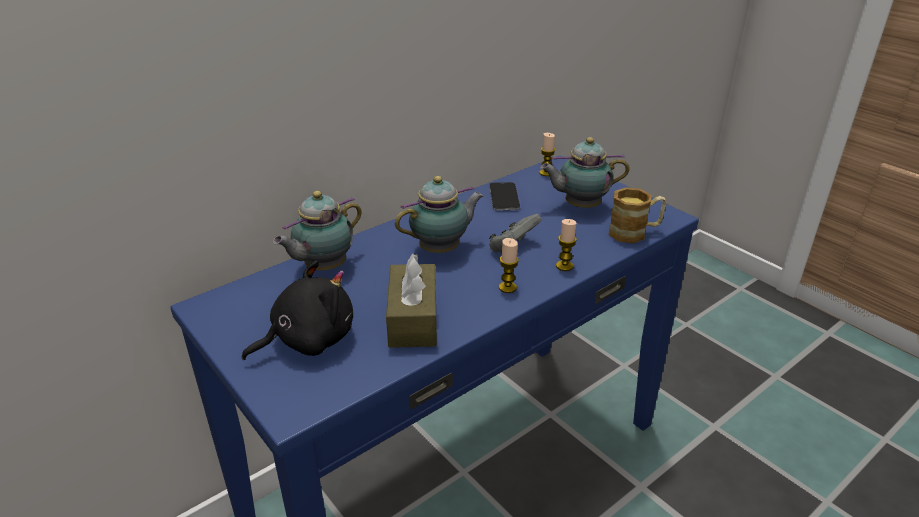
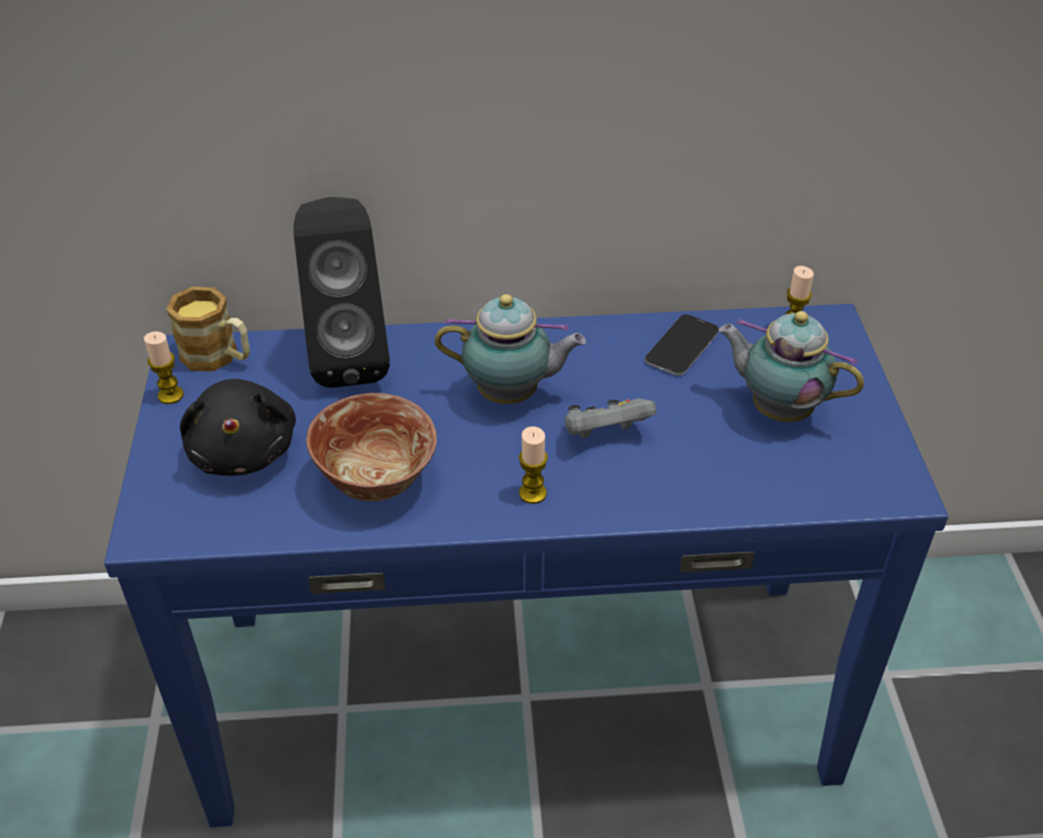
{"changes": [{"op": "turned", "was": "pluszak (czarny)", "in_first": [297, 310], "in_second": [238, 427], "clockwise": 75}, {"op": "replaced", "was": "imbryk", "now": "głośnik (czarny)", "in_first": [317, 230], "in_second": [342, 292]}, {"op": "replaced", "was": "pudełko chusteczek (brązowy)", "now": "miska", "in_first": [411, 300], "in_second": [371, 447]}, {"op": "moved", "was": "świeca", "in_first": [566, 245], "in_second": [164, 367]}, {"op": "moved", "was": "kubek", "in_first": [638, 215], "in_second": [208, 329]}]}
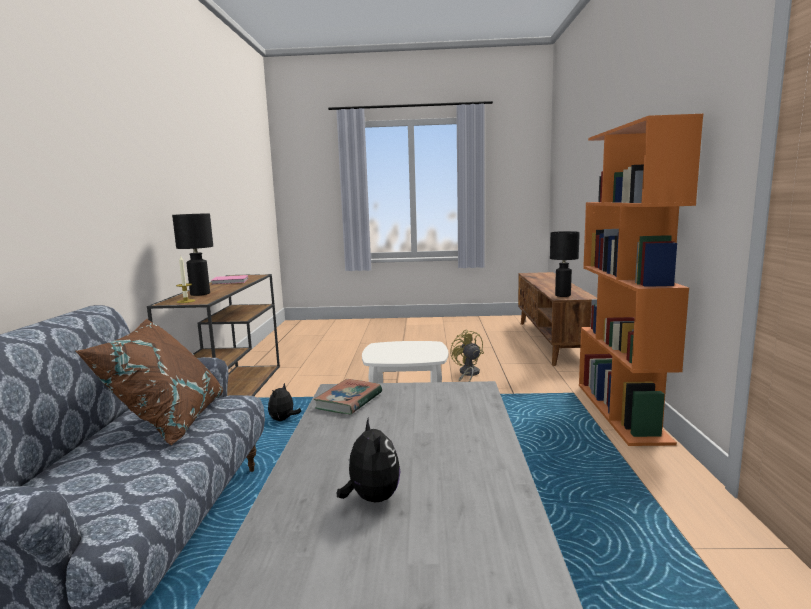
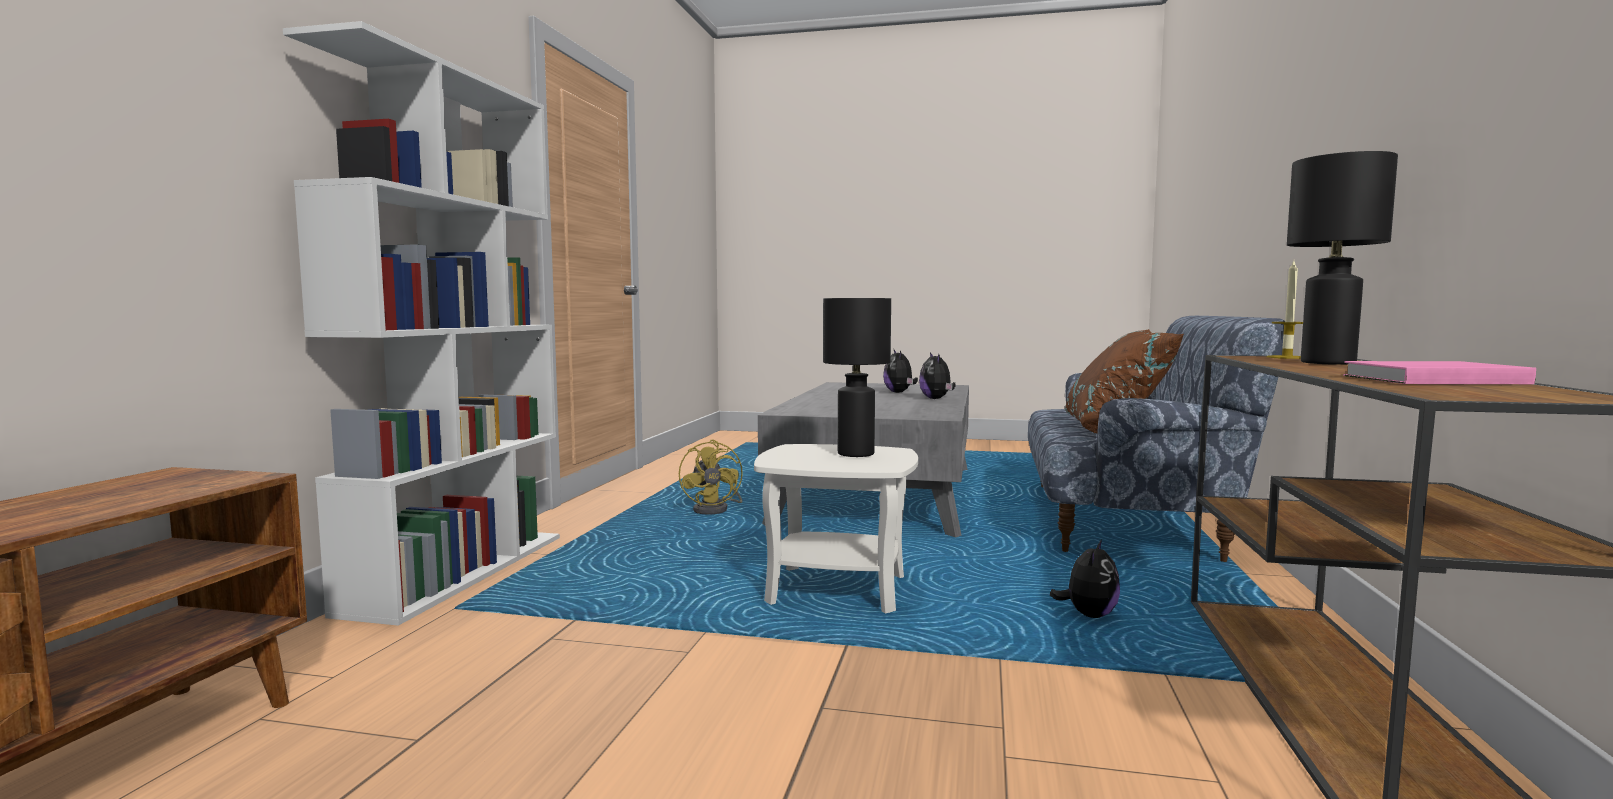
{"changes": [{"op": "removed", "was": "książka", "in_first": [348, 396]}, {"op": "moved", "was": "wentylator (żółty)", "in_first": [467, 355], "in_second": [711, 477]}, {"op": "moved", "was": "lampa stołowa (czarny)", "in_first": [565, 264], "in_second": [857, 377]}, {"op": "recoloured", "was": "regał (pomarańczowy)", "now": "regał (biały)", "in_first": [641, 280], "in_second": [421, 323]}, {"op": "added", "now": "pluszak", "in_second": [937, 376]}]}
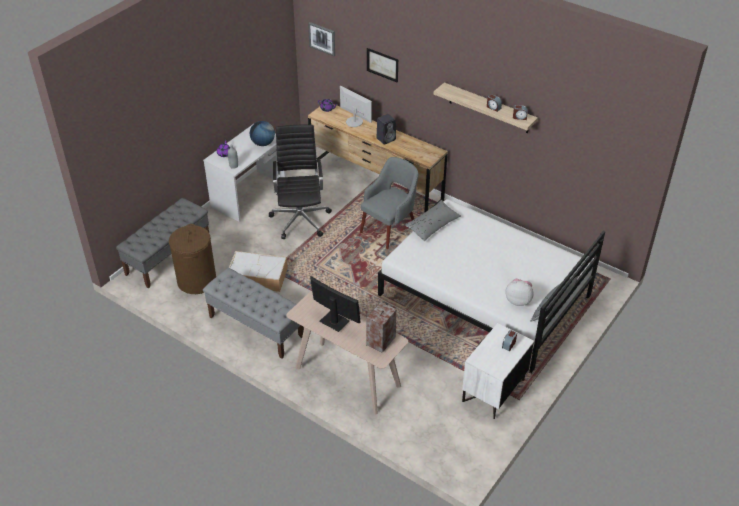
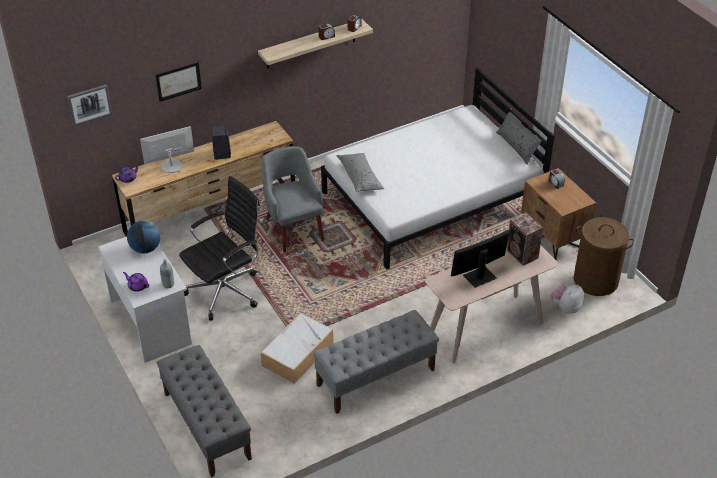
{"changes": [{"op": "moved", "was": "kosz na pranie (brązowy)", "in_first": [192, 259], "in_second": [604, 256]}, {"op": "turned", "was": "krzesło biurowe (czarny)", "in_first": [300, 181], "in_second": [219, 248], "clockwise": 120}, {"op": "recoloured", "was": "szafka nocna (biały)", "now": "szafka nocna (brązowy)", "in_first": [498, 371], "in_second": [558, 214]}, {"op": "moved", "was": "pluszak", "in_first": [520, 292], "in_second": [567, 299]}]}
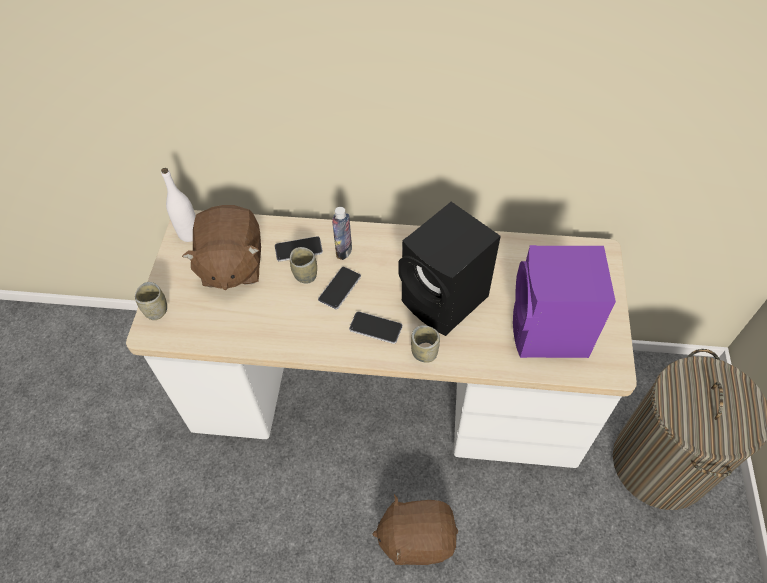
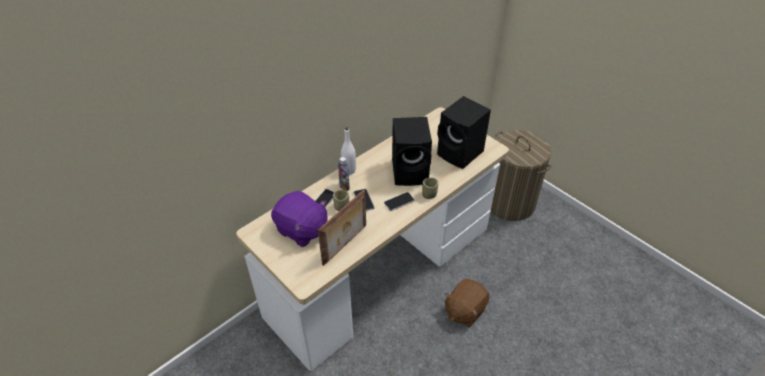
{"changes": [{"op": "removed", "was": "filiżanka", "in_first": [151, 301]}, {"op": "moved", "was": "butelka (biały)", "in_first": [178, 205], "in_second": [348, 151]}, {"op": "recoloured", "was": "pluszak (brązowy)", "now": "pluszak (fioletowy)", "in_first": [221, 247], "in_second": [299, 219]}, {"op": "recoloured", "was": "głośnik (fioletowy)", "now": "głośnik (czarny)", "in_first": [564, 301], "in_second": [464, 132]}, {"op": "added", "now": "ramka na zdjęcie", "in_second": [342, 227]}]}
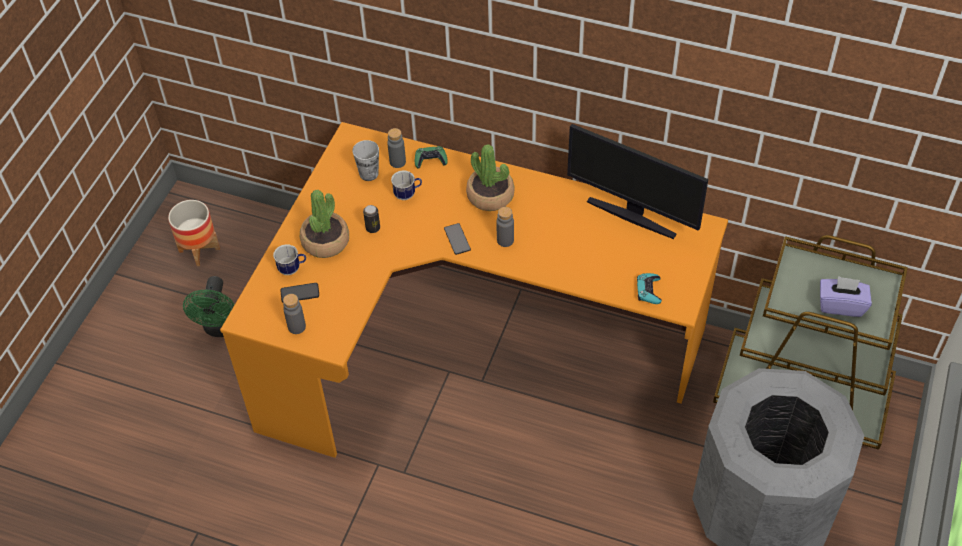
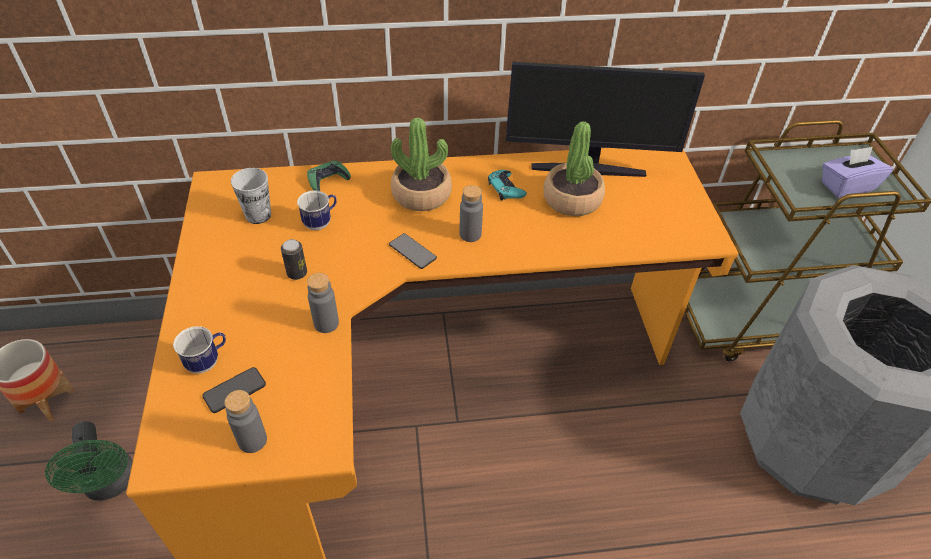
{"changes": [{"op": "moved", "was": "roślina doniczkowa", "in_first": [324, 224], "in_second": [574, 168]}, {"op": "moved", "was": "butelka (szary)", "in_first": [396, 148], "in_second": [323, 303]}, {"op": "moved", "was": "pad do gier (turkusowy)", "in_first": [649, 288], "in_second": [507, 185]}]}
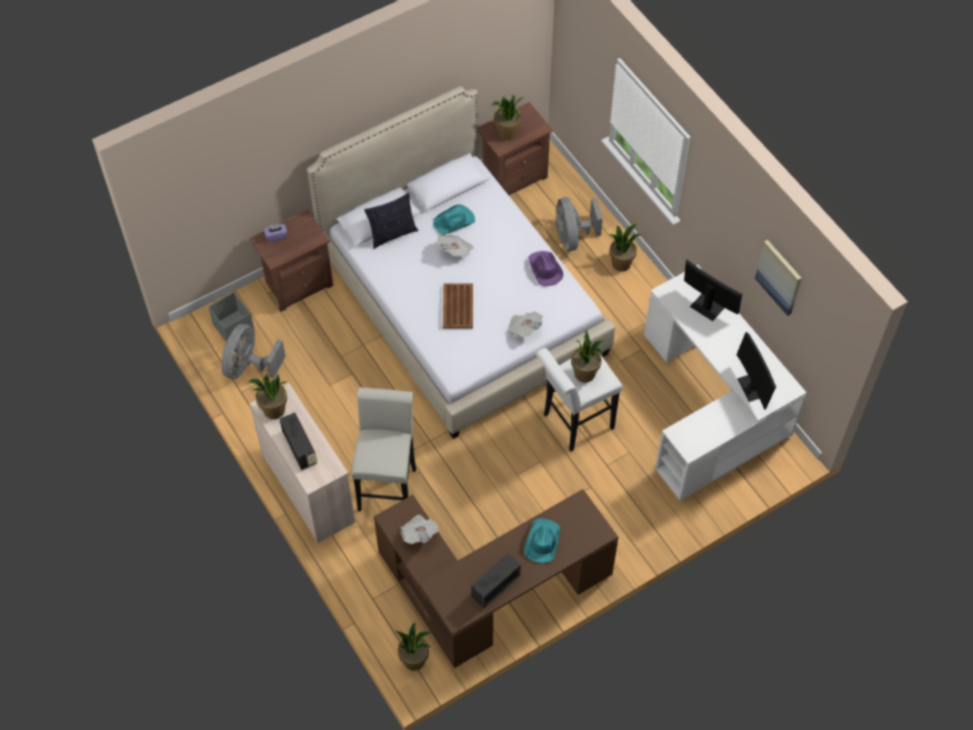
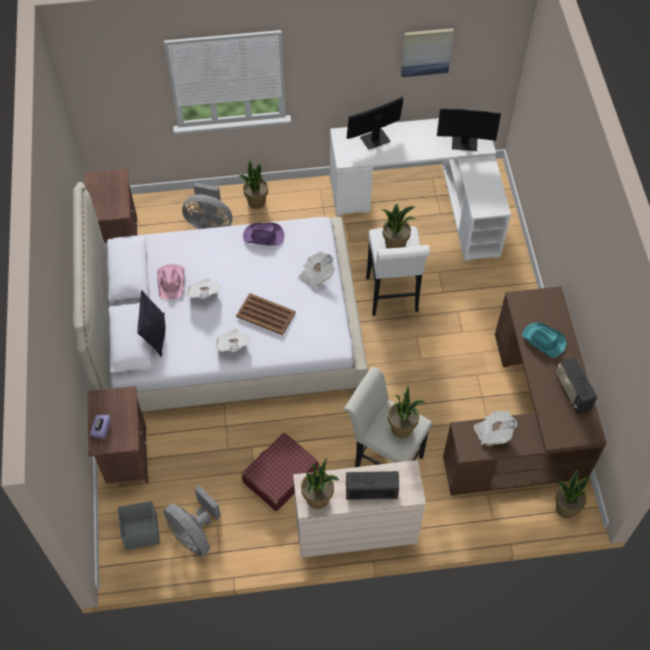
{"changes": [{"op": "recoloured", "was": "kapelusz (turkusowy)", "now": "kapelusz (różowy)", "in_first": [454, 219], "in_second": [171, 282]}, {"op": "moved", "was": "roślina doniczkowa", "in_first": [507, 118], "in_second": [406, 411]}, {"op": "added", "now": "gazeta", "in_second": [233, 340]}, {"op": "added", "now": "walizka (czerwony)", "in_second": [280, 472]}]}
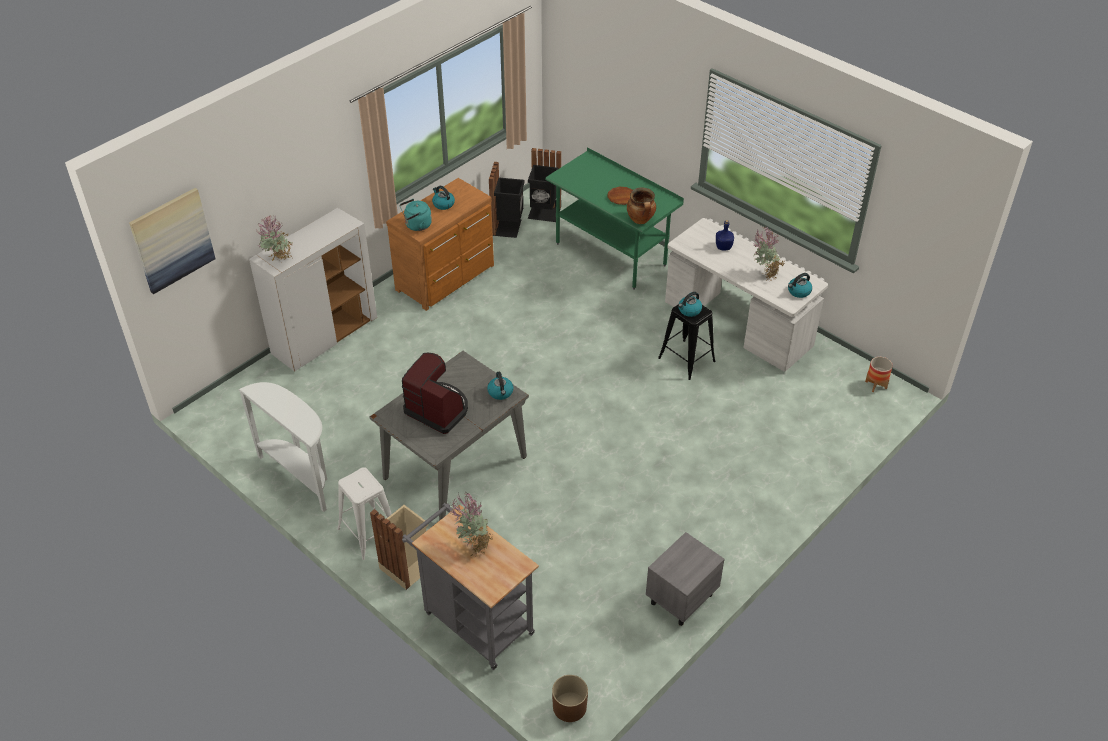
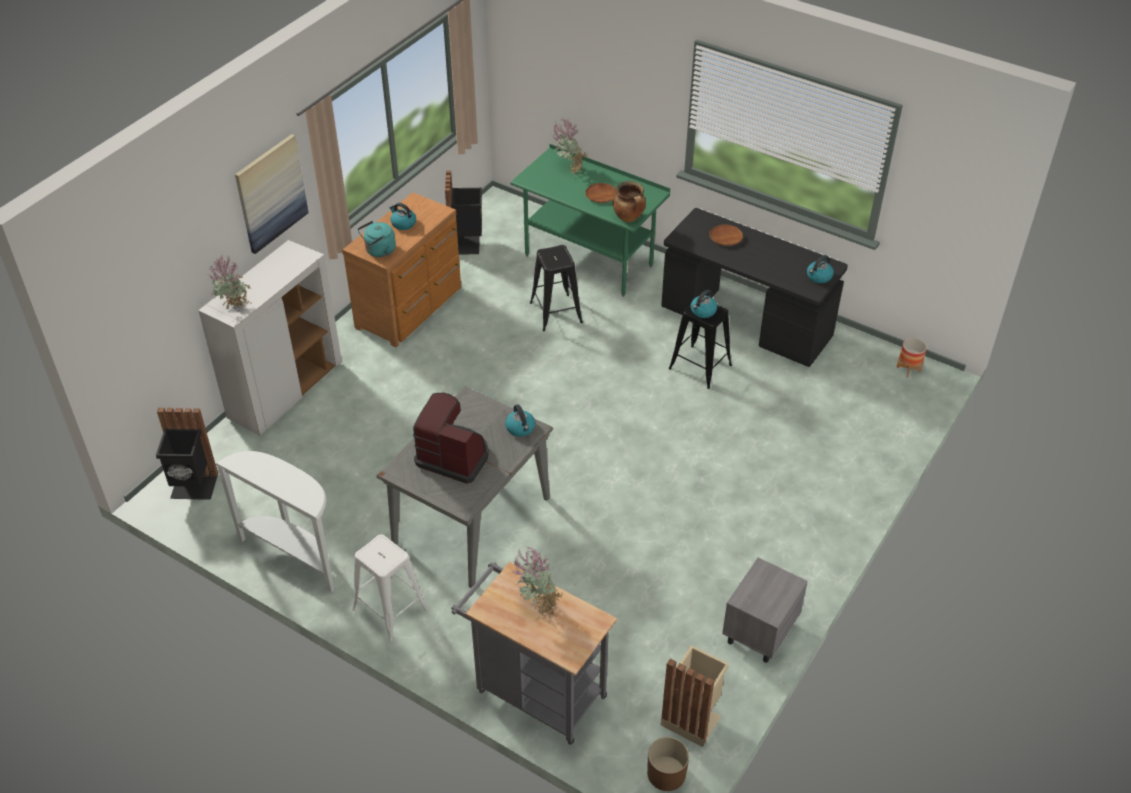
{"changes": [{"op": "moved", "was": "obraz", "in_first": [172, 241], "in_second": [272, 194]}, {"op": "moved", "was": "kosz na śmieci (beżowy)", "in_first": [399, 547], "in_second": [695, 696]}, {"op": "moved", "was": "kosz na śmieci (czarny)", "in_first": [544, 185], "in_second": [187, 454]}, {"op": "recoloured", "was": "biurko (biały)", "now": "biurko (czarny)", "in_first": [746, 295], "in_second": [754, 287]}, {"op": "replaced", "was": "butelka (niebieski)", "now": "talerz (brązowy)", "in_first": [725, 235], "in_second": [726, 235]}, {"op": "moved", "was": "roślina doniczkowa", "in_first": [769, 254], "in_second": [569, 146]}, {"op": "added", "now": "stołek (czarny)", "in_second": [556, 288]}]}
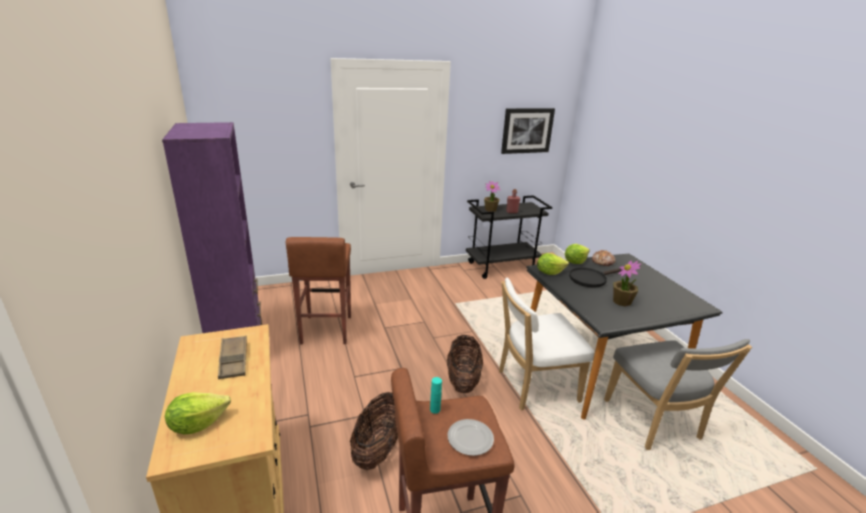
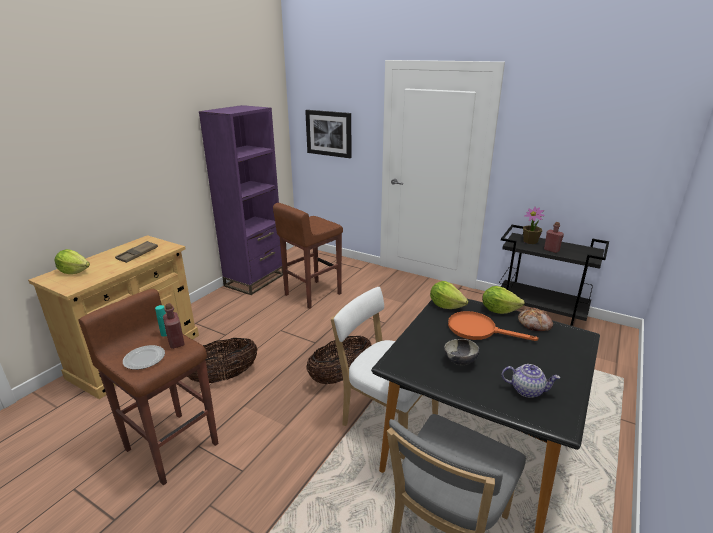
{"changes": [{"op": "moved", "was": "obraz", "in_first": [528, 131], "in_second": [328, 134]}, {"op": "recoloured", "was": "patelnia (czarny)", "now": "patelnia (pomarańczowy)", "in_first": [595, 277], "in_second": [493, 326]}, {"op": "replaced", "was": "roślina doniczkowa", "now": "miska", "in_first": [627, 284], "in_second": [461, 352]}, {"op": "added", "now": "butelka (czerwony)", "in_second": [173, 326]}, {"op": "added", "now": "imbryk", "in_second": [531, 381]}]}
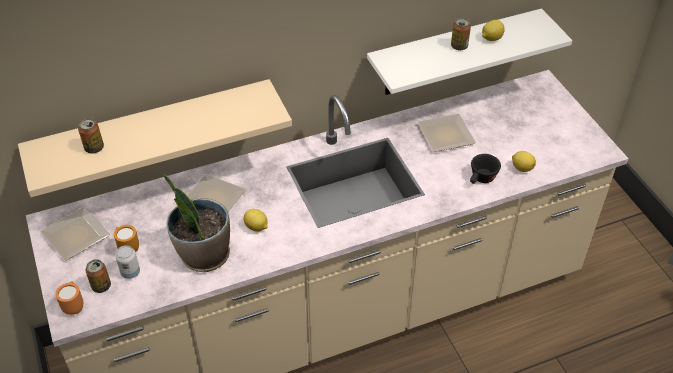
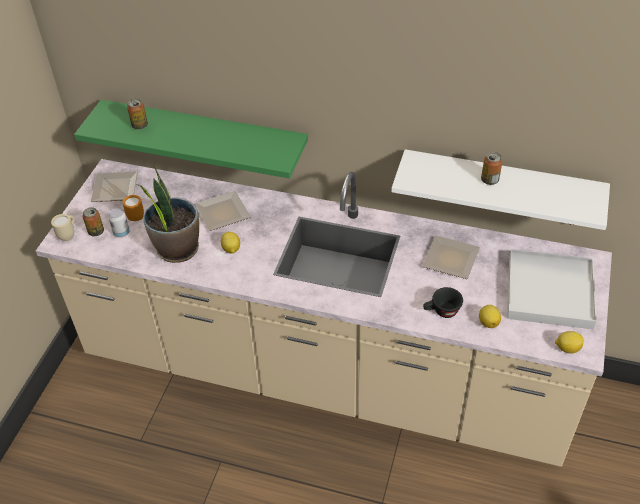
{"changes": [{"op": "recoloured", "was": "półka (beżowy)", "now": "półka (zielony)", "in_first": [155, 138], "in_second": [191, 139]}, {"op": "recoloured", "was": "kubek (pomarańczowy)", "now": "kubek (beżowy)", "in_first": [69, 298], "in_second": [63, 227]}, {"op": "moved", "was": "cytryna", "in_first": [493, 30], "in_second": [569, 342]}, {"op": "added", "now": "taca (biały)", "in_second": [552, 289]}]}
